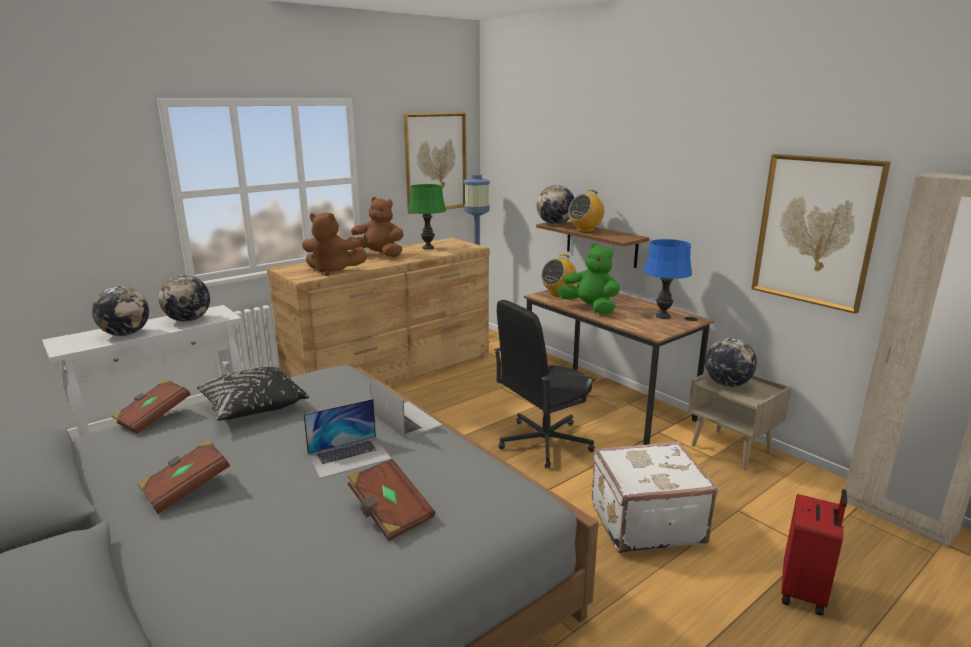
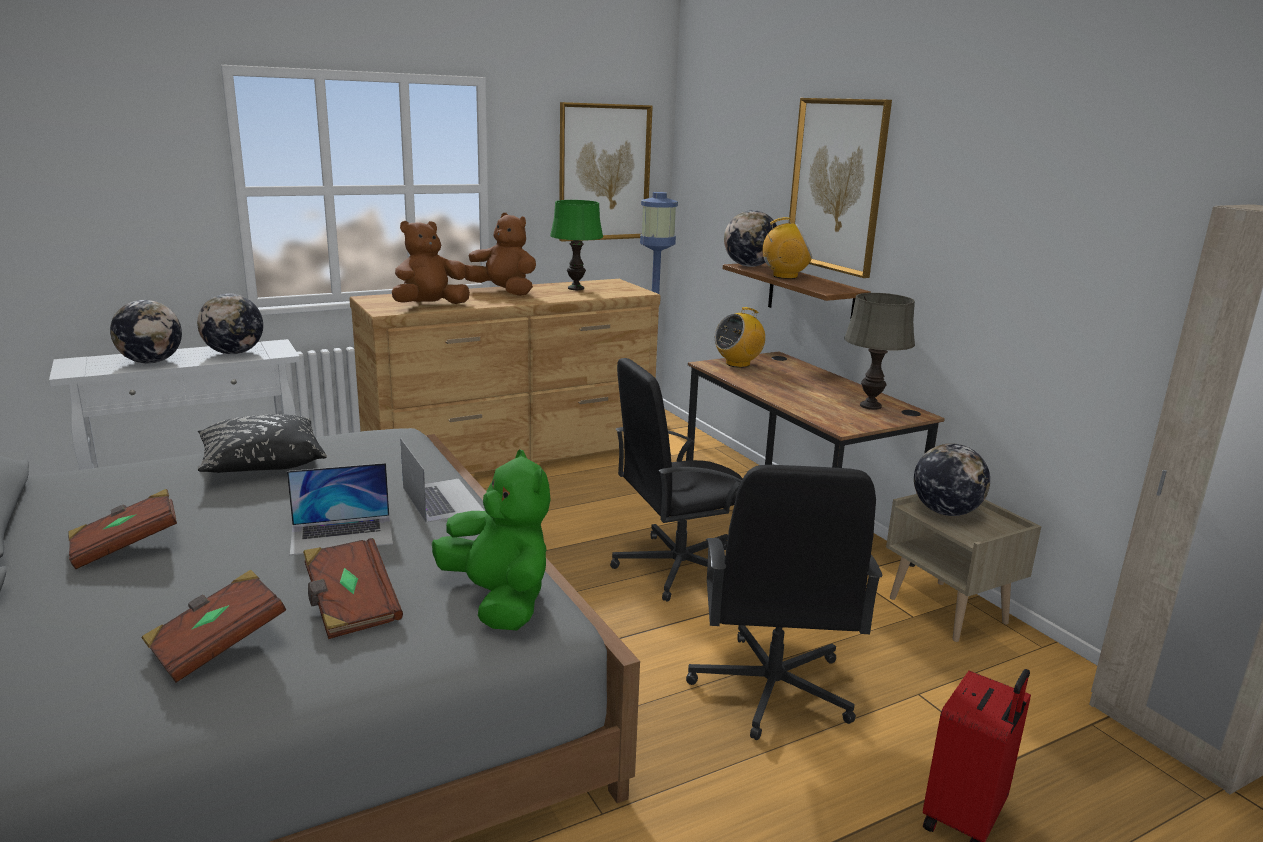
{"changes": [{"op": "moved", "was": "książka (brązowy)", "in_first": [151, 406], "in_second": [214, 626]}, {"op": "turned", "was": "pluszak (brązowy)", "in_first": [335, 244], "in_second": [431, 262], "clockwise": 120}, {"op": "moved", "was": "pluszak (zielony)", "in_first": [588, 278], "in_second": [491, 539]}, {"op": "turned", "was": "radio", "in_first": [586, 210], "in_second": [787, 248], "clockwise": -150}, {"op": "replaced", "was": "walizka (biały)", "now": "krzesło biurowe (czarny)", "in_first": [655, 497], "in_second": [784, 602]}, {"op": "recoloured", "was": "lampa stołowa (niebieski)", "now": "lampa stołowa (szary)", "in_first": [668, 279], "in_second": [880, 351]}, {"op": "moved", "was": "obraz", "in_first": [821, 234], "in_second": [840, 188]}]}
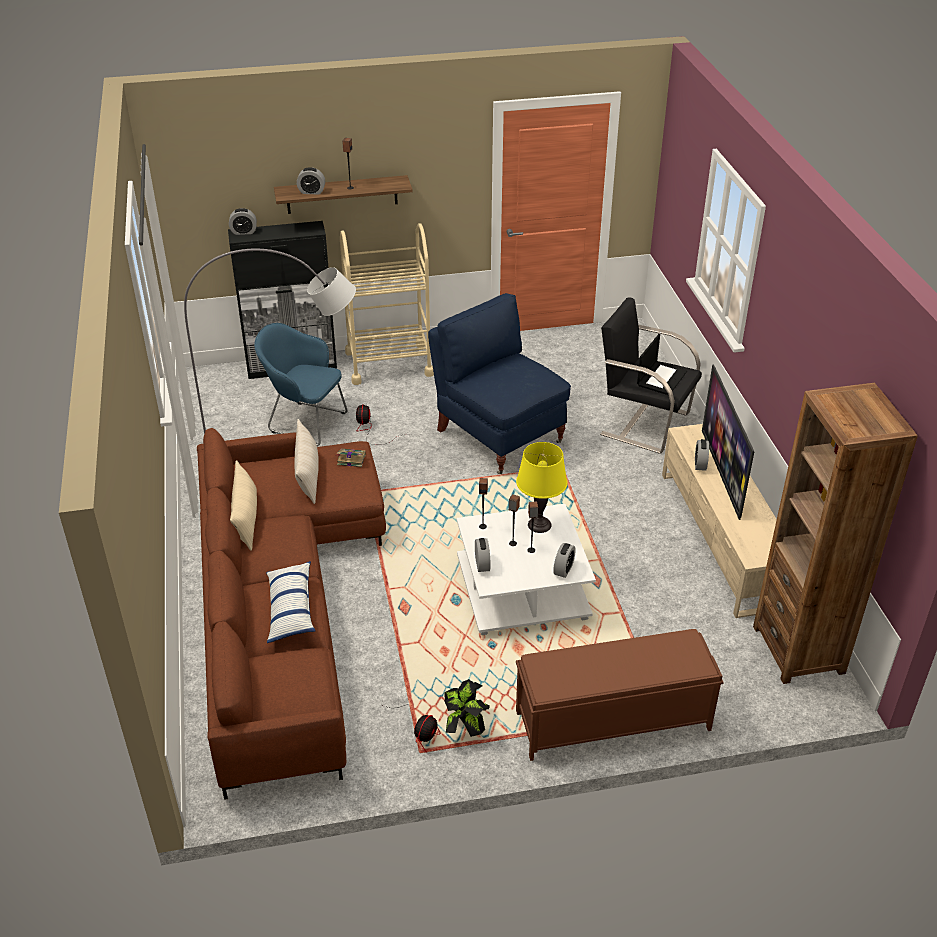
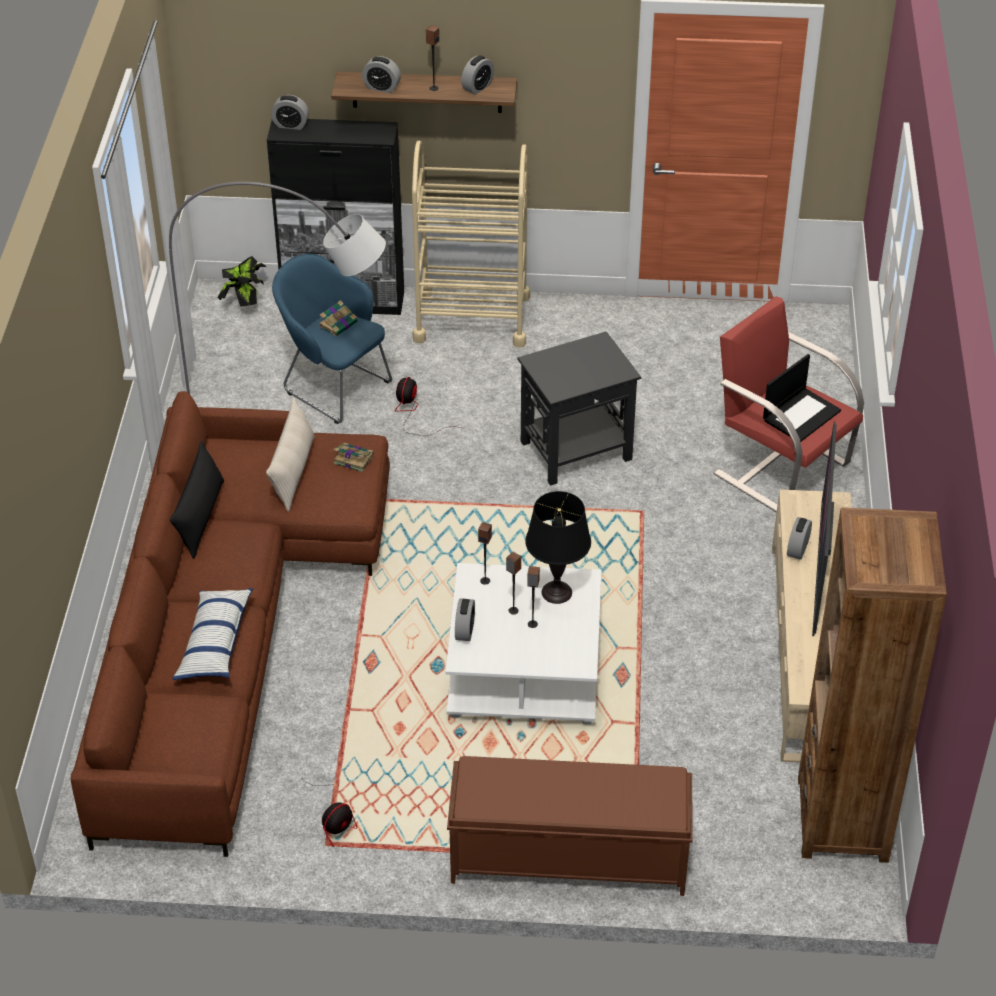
{"changes": [{"op": "recoloured", "was": "poduszka (beżowy)", "now": "poduszka (czarny)", "in_first": [243, 505], "in_second": [197, 500]}, {"op": "replaced", "was": "fotel (niebieski)", "now": "stolik (czarny)", "in_first": [499, 383], "in_second": [579, 408]}, {"op": "moved", "was": "roślina doniczkowa", "in_first": [467, 708], "in_second": [242, 281]}, {"op": "recoloured", "was": "lampa stołowa (żółty)", "now": "lampa stołowa (czarny)", "in_first": [542, 487], "in_second": [558, 547]}, {"op": "moved", "was": "budzik", "in_first": [564, 560], "in_second": [477, 75]}, {"op": "recoloured", "was": "fotel (czarny)", "now": "fotel (czerwony)", "in_first": [651, 376], "in_second": [789, 405]}, {"op": "added", "now": "książka", "in_second": [338, 318]}]}
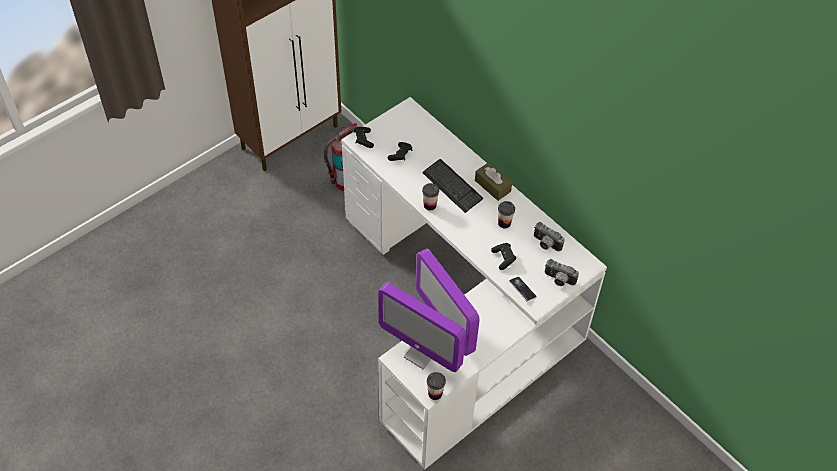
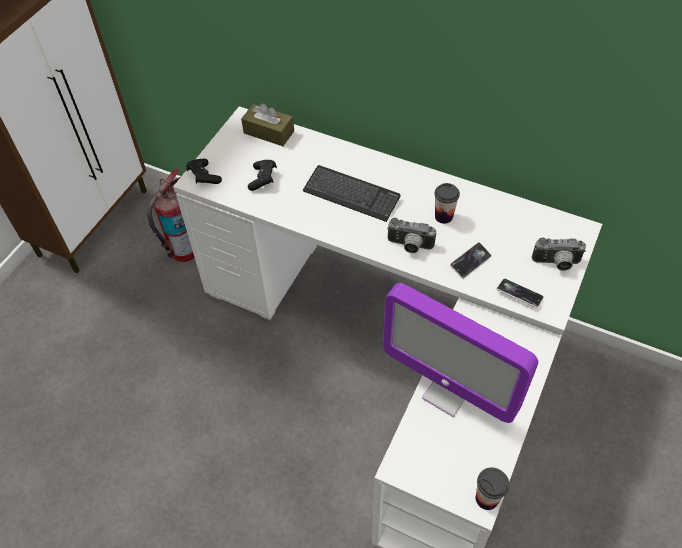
{"changes": [{"op": "removed", "was": "monitor", "in_first": [422, 327]}, {"op": "removed", "was": "filiżanka", "in_first": [430, 196]}, {"op": "moved", "was": "pudełko chusteczek (brązowy)", "in_first": [493, 181], "in_second": [267, 124]}, {"op": "replaced", "was": "pad do gier (czarny)", "now": "telefon", "in_first": [503, 256], "in_second": [471, 260]}, {"op": "moved", "was": "aparat fotograficzny", "in_first": [549, 236], "in_second": [411, 235]}]}
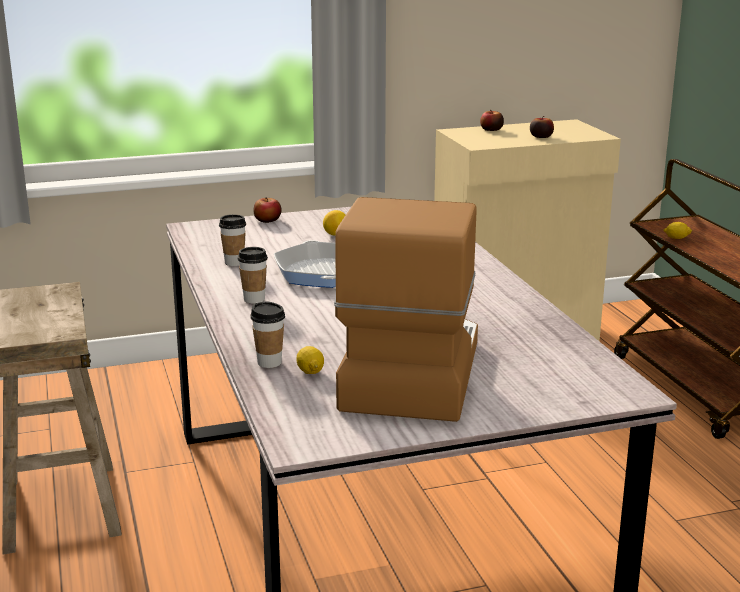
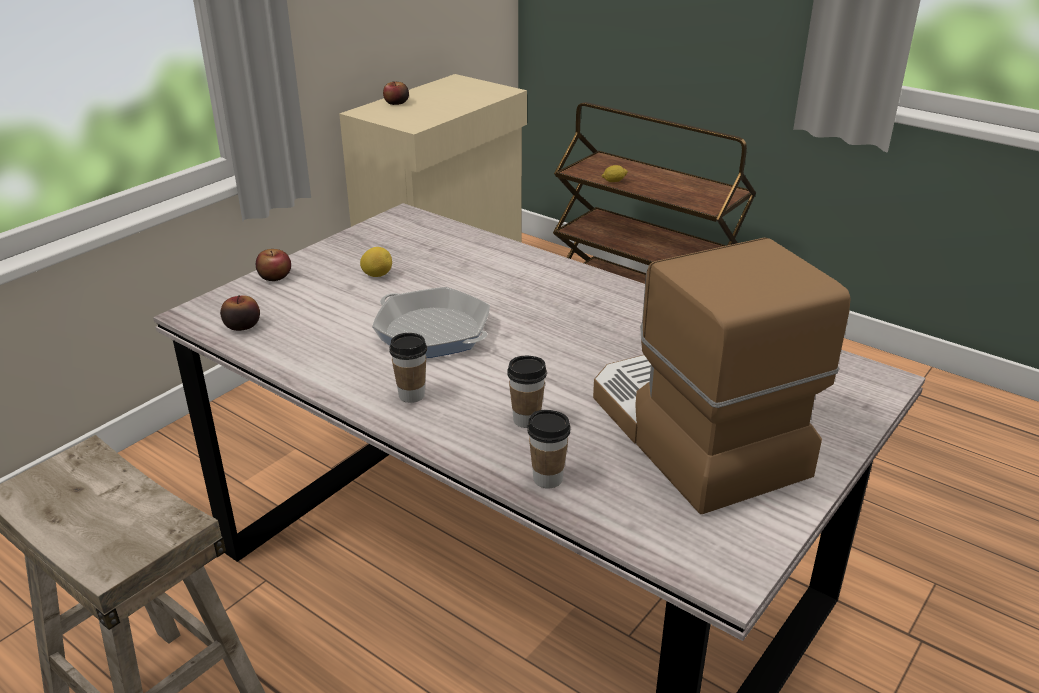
{"changes": [{"op": "moved", "was": "filiżanka", "in_first": [232, 240], "in_second": [527, 392]}, {"op": "removed", "was": "cytryna", "in_first": [310, 360]}, {"op": "moved", "was": "jabłko", "in_first": [542, 127], "in_second": [240, 313]}]}
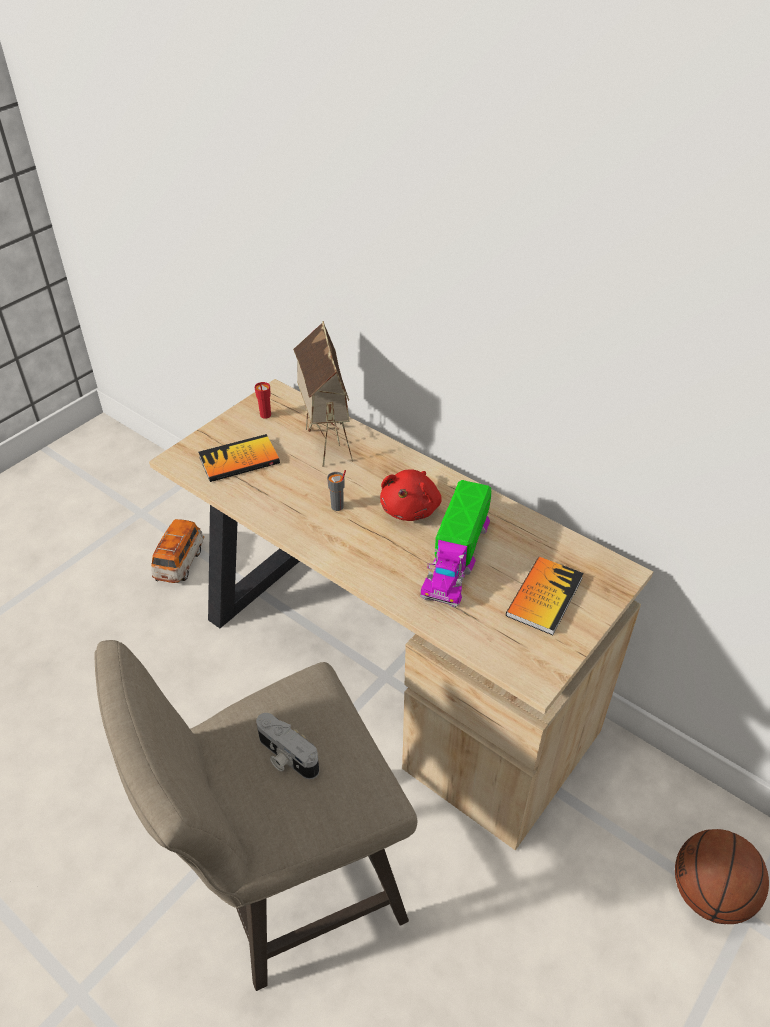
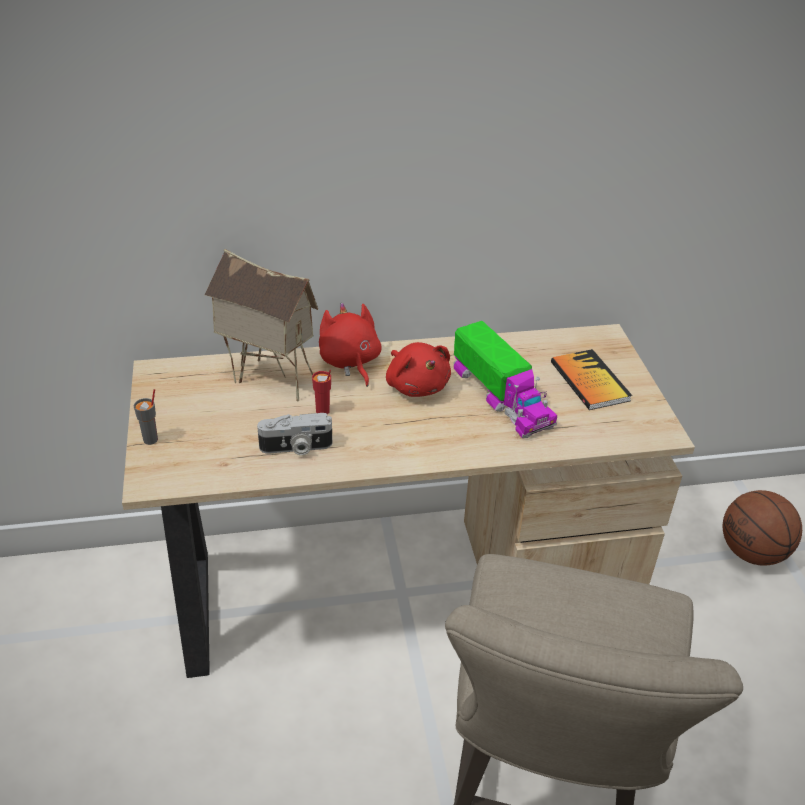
{"changes": [{"op": "removed", "was": "samochodzik", "in_first": [177, 551]}, {"op": "removed", "was": "książka", "in_first": [239, 458]}, {"op": "moved", "was": "filiżanka (czerwony)", "in_first": [263, 400], "in_second": [321, 392]}, {"op": "moved", "was": "aparat fotograficzny", "in_first": [287, 746], "in_second": [294, 434]}, {"op": "moved", "was": "filiżanka (szary)", "in_first": [336, 490], "in_second": [146, 417]}, {"op": "added", "now": "pluszak (czerwony)", "in_second": [350, 345]}]}
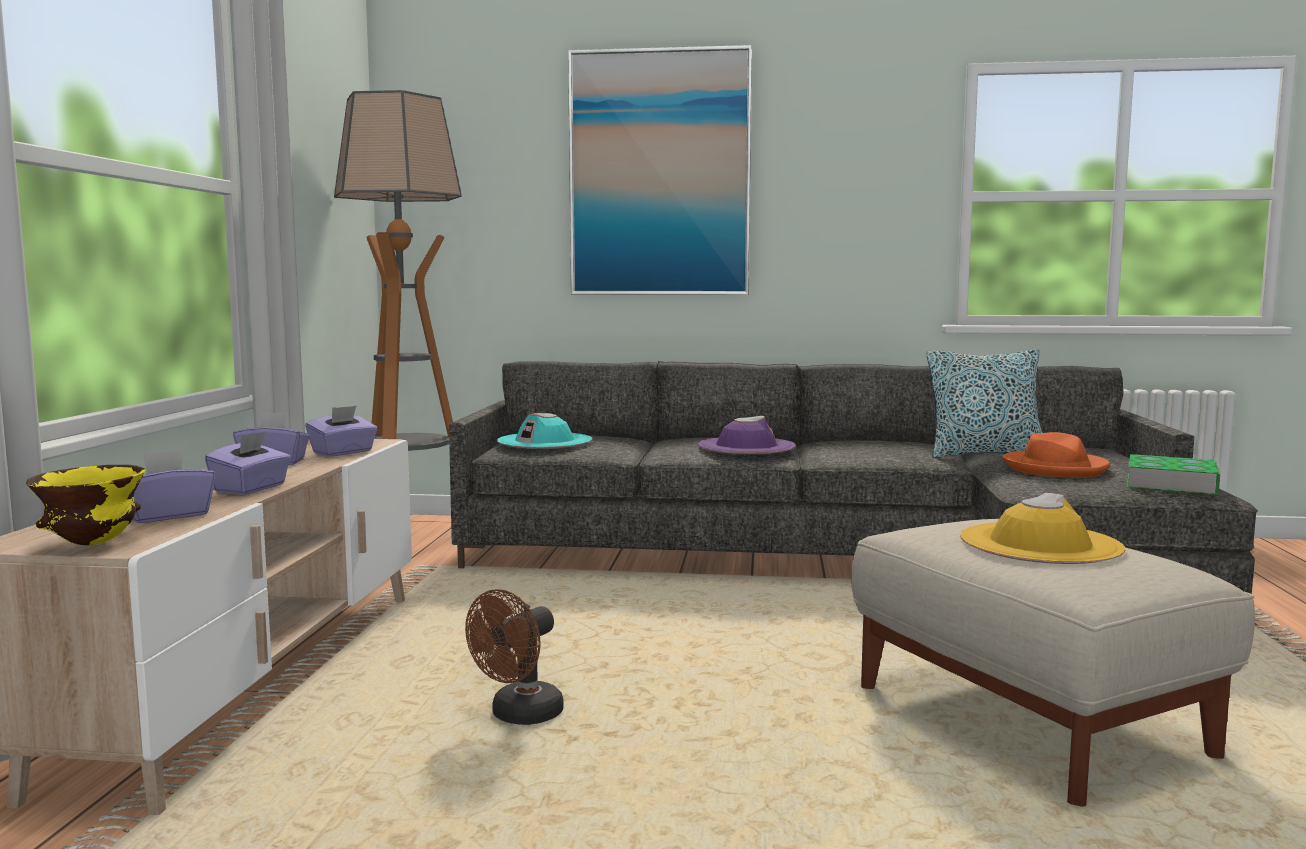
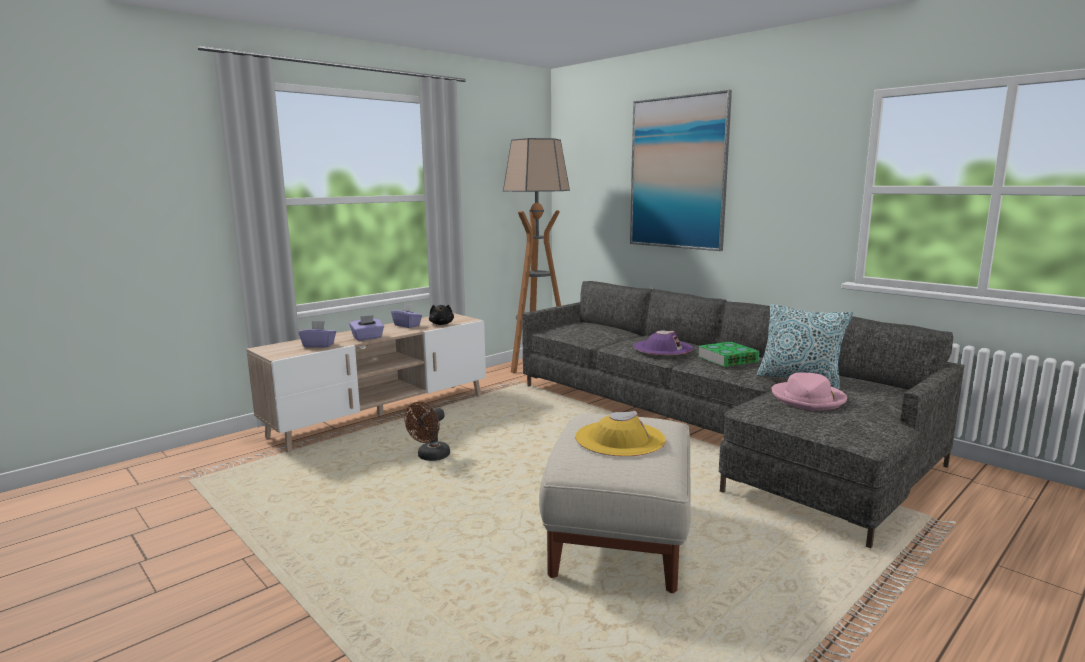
{"changes": [{"op": "removed", "was": "miska (żółty)", "in_first": [85, 505]}, {"op": "replaced", "was": "pudełko chusteczek (fioletowy)", "now": "pluszak (czarny)", "in_first": [341, 430], "in_second": [441, 315]}, {"op": "turned", "was": "wentylator (brązowy)", "in_first": [514, 657], "in_second": [427, 431], "clockwise": -45}, {"op": "removed", "was": "kapelusz (turkusowy)", "in_first": [544, 431]}, {"op": "recoloured", "was": "kapelusz (pomarańczowy)", "now": "kapelusz (różowy)", "in_first": [1056, 455], "in_second": [809, 391]}, {"op": "moved", "was": "książka", "in_first": [1173, 474], "in_second": [728, 354]}]}
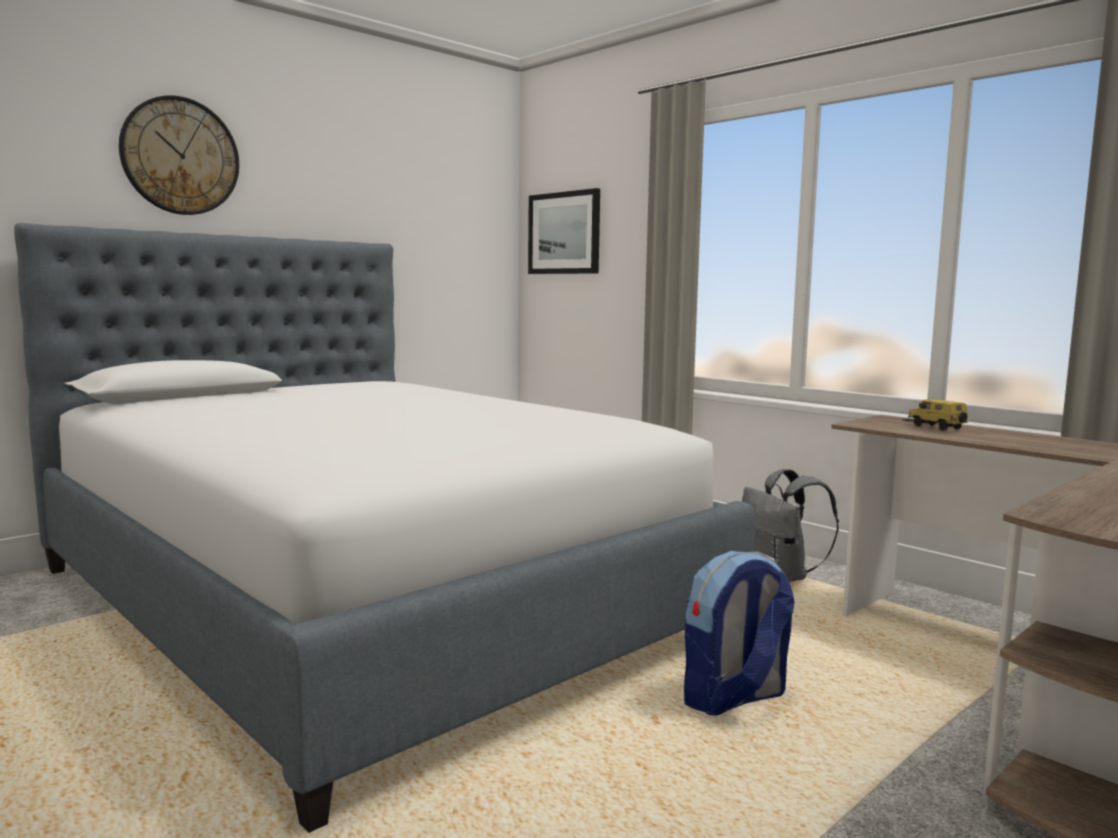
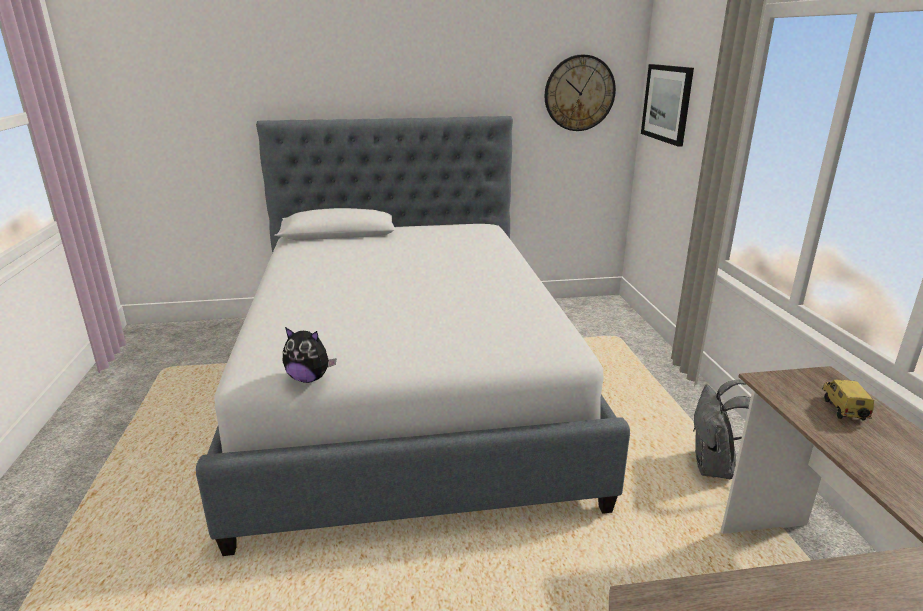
{"changes": [{"op": "moved", "was": "zegar ścienny", "in_first": [179, 155], "in_second": [580, 92]}, {"op": "removed", "was": "plecak", "in_first": [739, 633]}, {"op": "added", "now": "pluszak", "in_second": [309, 355]}]}
